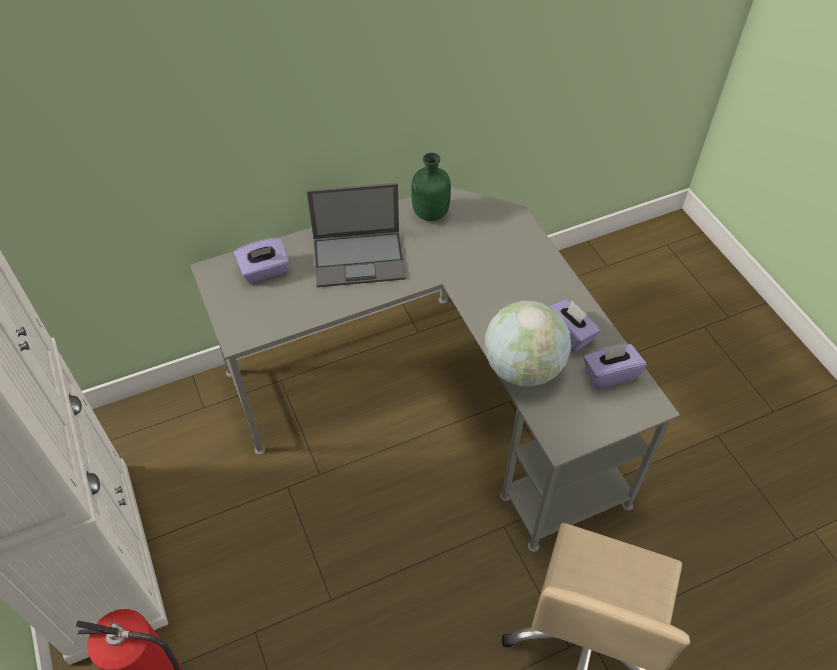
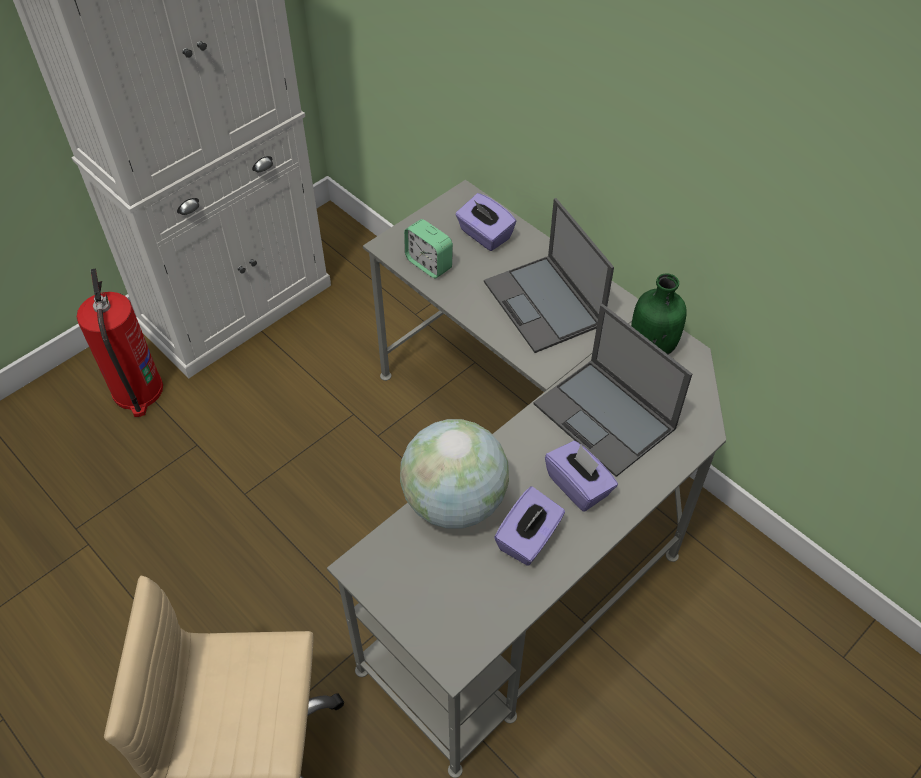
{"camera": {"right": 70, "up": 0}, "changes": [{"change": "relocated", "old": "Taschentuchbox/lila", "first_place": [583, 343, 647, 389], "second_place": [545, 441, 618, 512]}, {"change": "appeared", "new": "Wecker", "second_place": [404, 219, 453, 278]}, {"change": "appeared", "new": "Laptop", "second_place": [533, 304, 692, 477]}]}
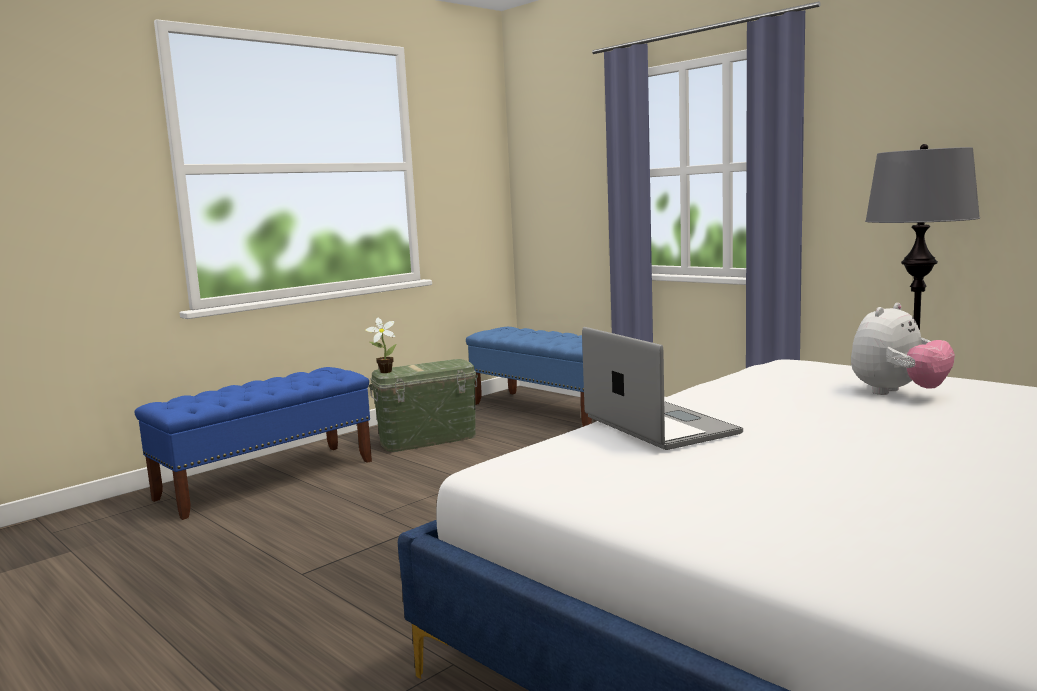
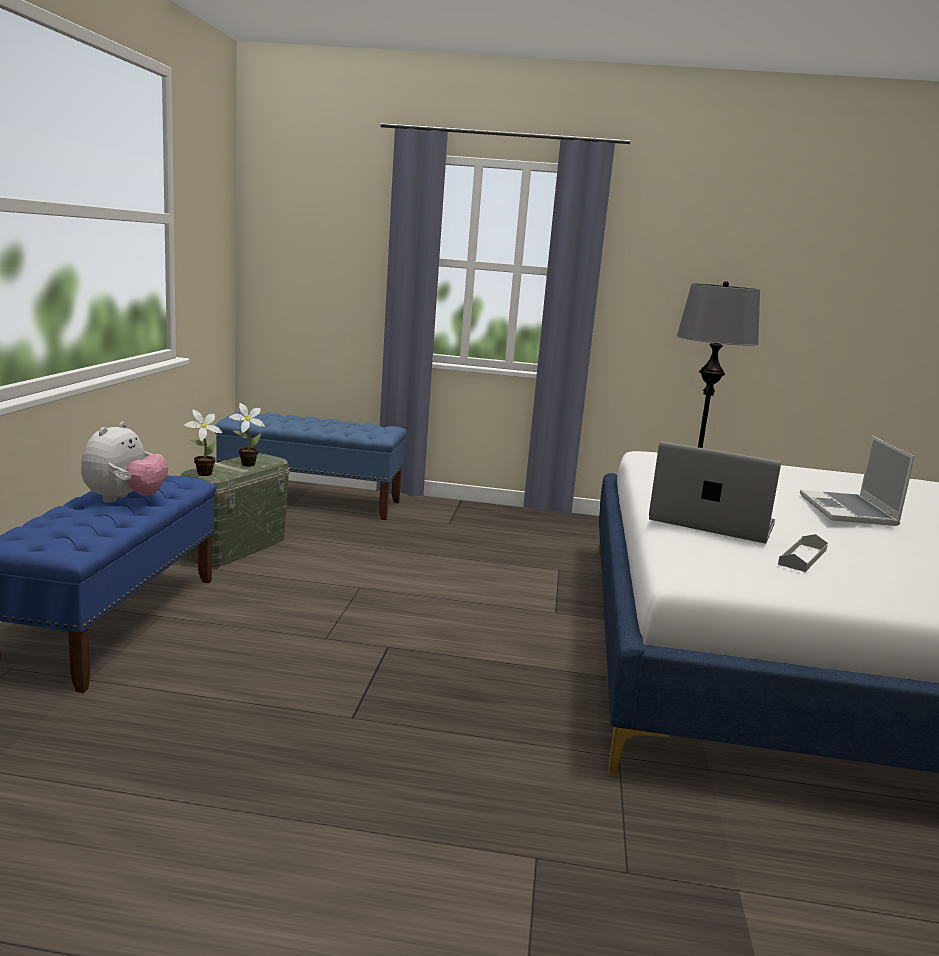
{"camera": {"right": -40, "up": 5}, "changes": [{"change": "relocated", "old": "Plüschtier", "first_place": [851, 303, 955, 395], "second_place": [81, 422, 169, 502]}, {"change": "appeared", "new": "Topfpflanze", "second_place": [229, 403, 265, 467]}, {"change": "appeared", "new": "Tablett/grau", "second_place": [778, 534, 828, 572]}, {"change": "appeared", "new": "Laptop", "second_place": [800, 436, 915, 526]}]}
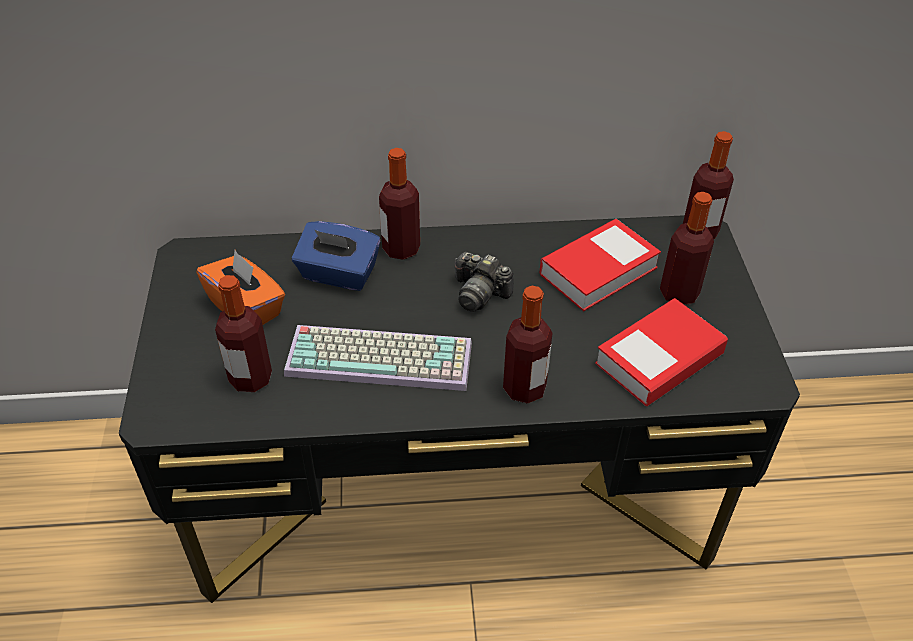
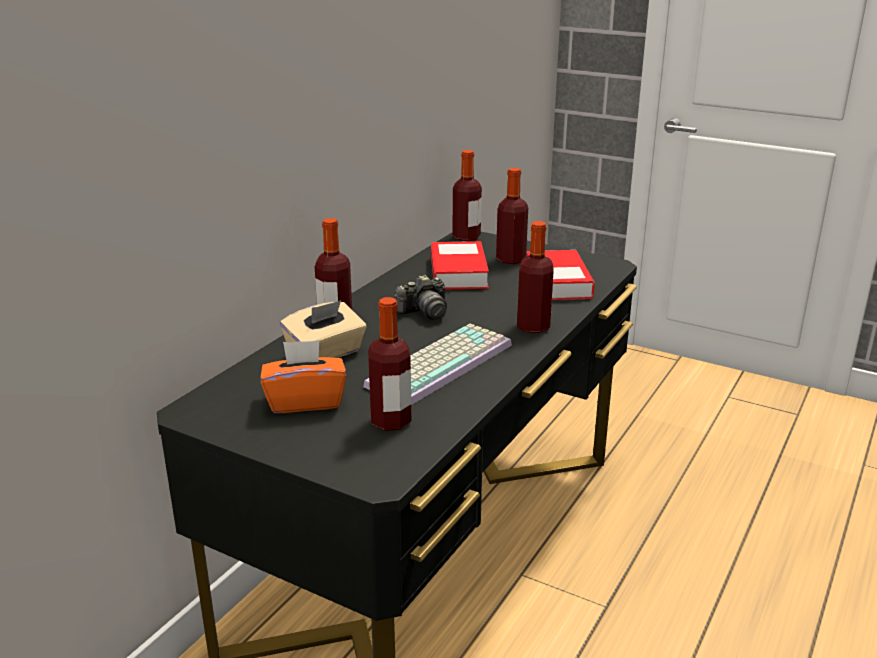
{"camera": {"right": -55, "up": -20}, "changes": [{"change": "colour", "old": "Taschentuchbox/blau", "new": "Taschentuchbox/beige", "first_place": [292, 221, 381, 291], "second_place": [280, 300, 366, 358]}]}
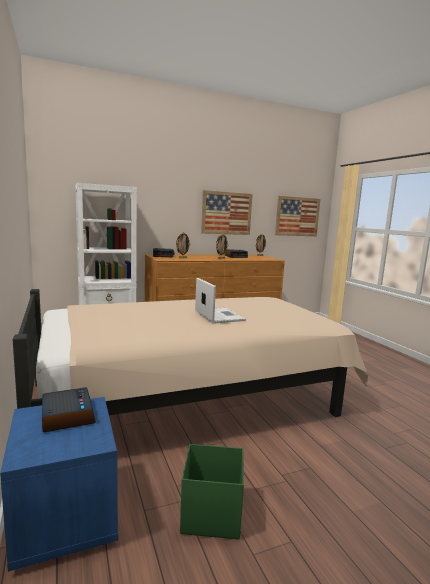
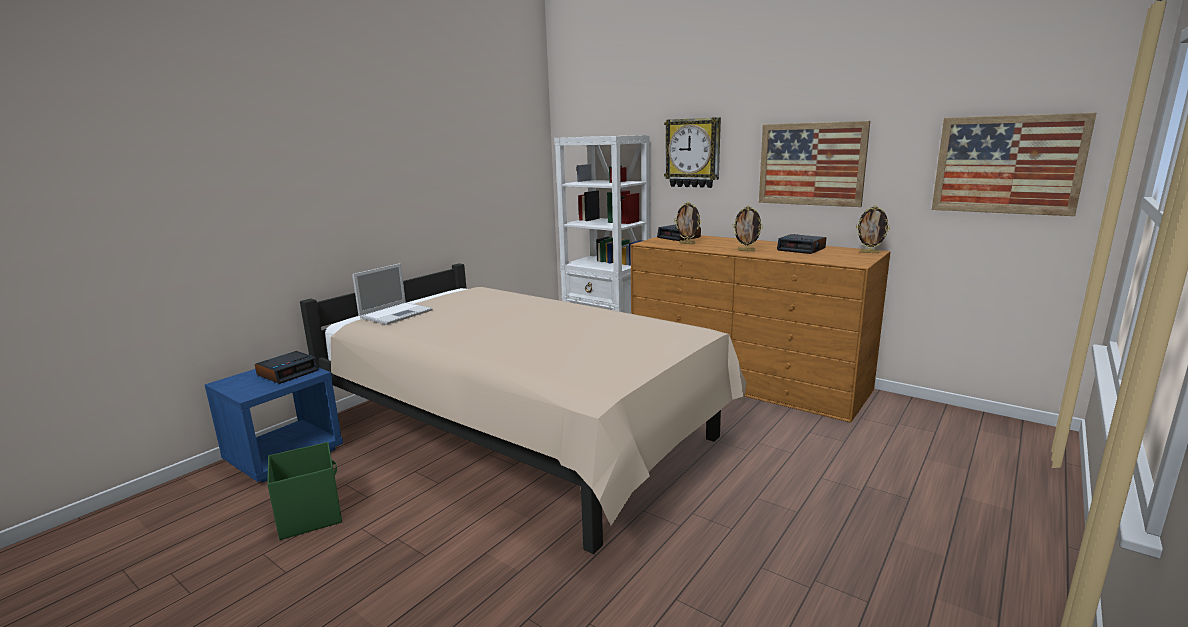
{"camera": {"right": 60, "up": 5}, "changes": [{"change": "relocated", "old": "Laptop", "first_place": [195, 278, 246, 324], "second_place": [352, 263, 433, 325]}, {"change": "appeared", "new": "Wanduhr", "second_place": [664, 117, 721, 188]}]}
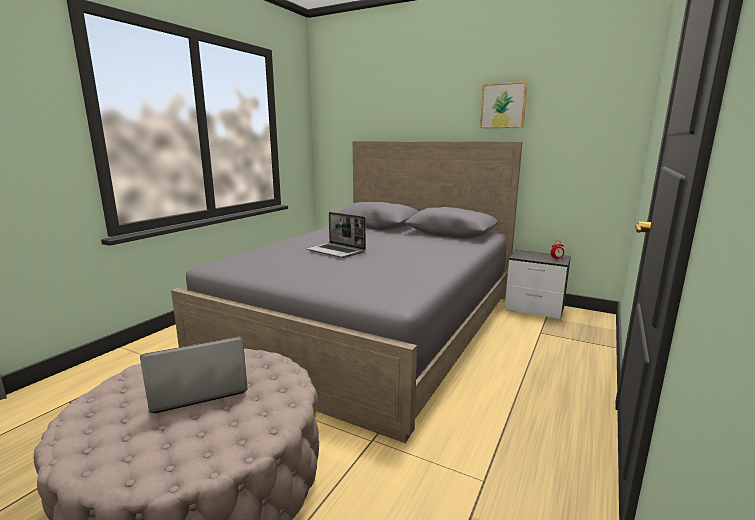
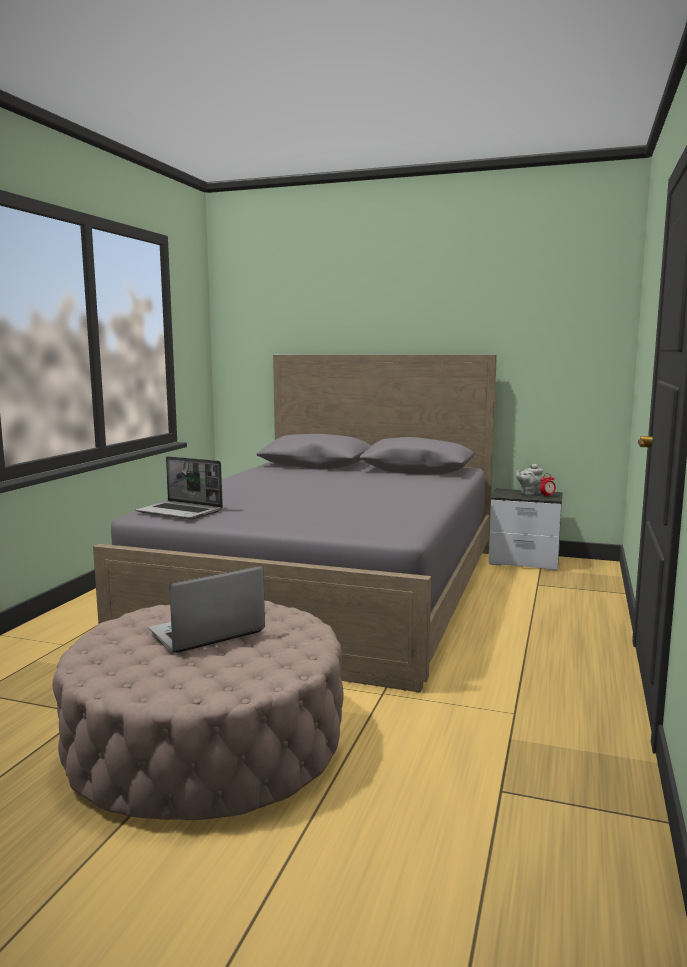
{"camera": {"right": -10, "up": -5}, "changes": [{"change": "relocated", "old": "Laptop", "first_place": [306, 212, 366, 258], "second_place": [135, 456, 223, 520]}, {"change": "missing", "old": "Bild", "first_place": [480, 82, 528, 128]}, {"change": "appeared", "new": "Teekanne/grau", "second_place": [516, 464, 543, 495]}]}
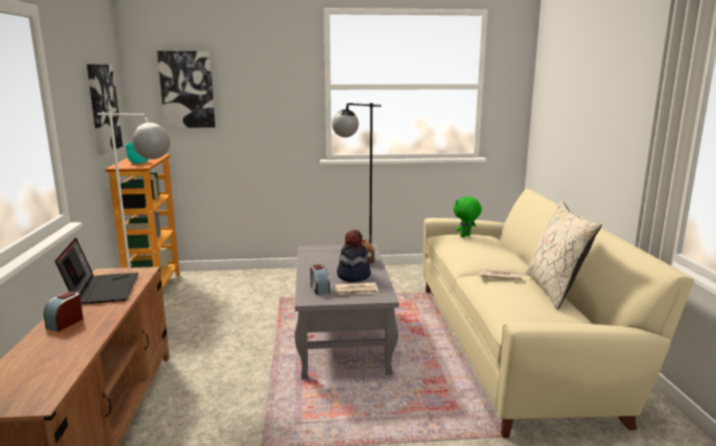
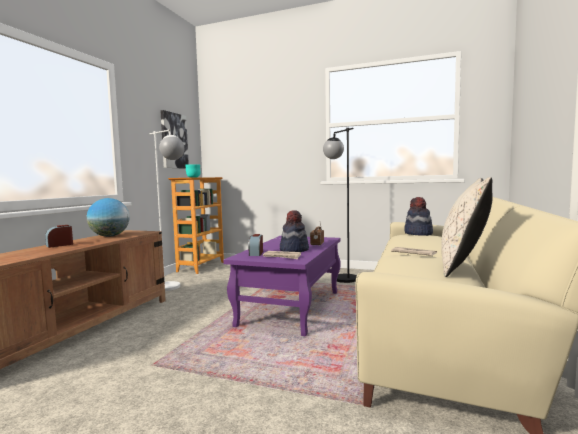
{"camera": {"right": 25, "up": -10}, "changes": [{"change": "exchanged", "old": "Laptop", "new": "Globus", "first_place": [55, 238, 138, 304], "second_place": [87, 198, 130, 237]}, {"change": "missing", "old": "Bild", "first_place": [157, 51, 215, 128]}, {"change": "colour", "old": "Couchtisch/grau", "new": "Couchtisch/lila", "first_place": [295, 244, 399, 379], "second_place": [223, 236, 341, 336]}, {"change": "exchanged", "old": "Plüschtier/grün", "new": "Hut", "first_place": [453, 196, 482, 238], "second_place": [404, 197, 433, 236]}]}
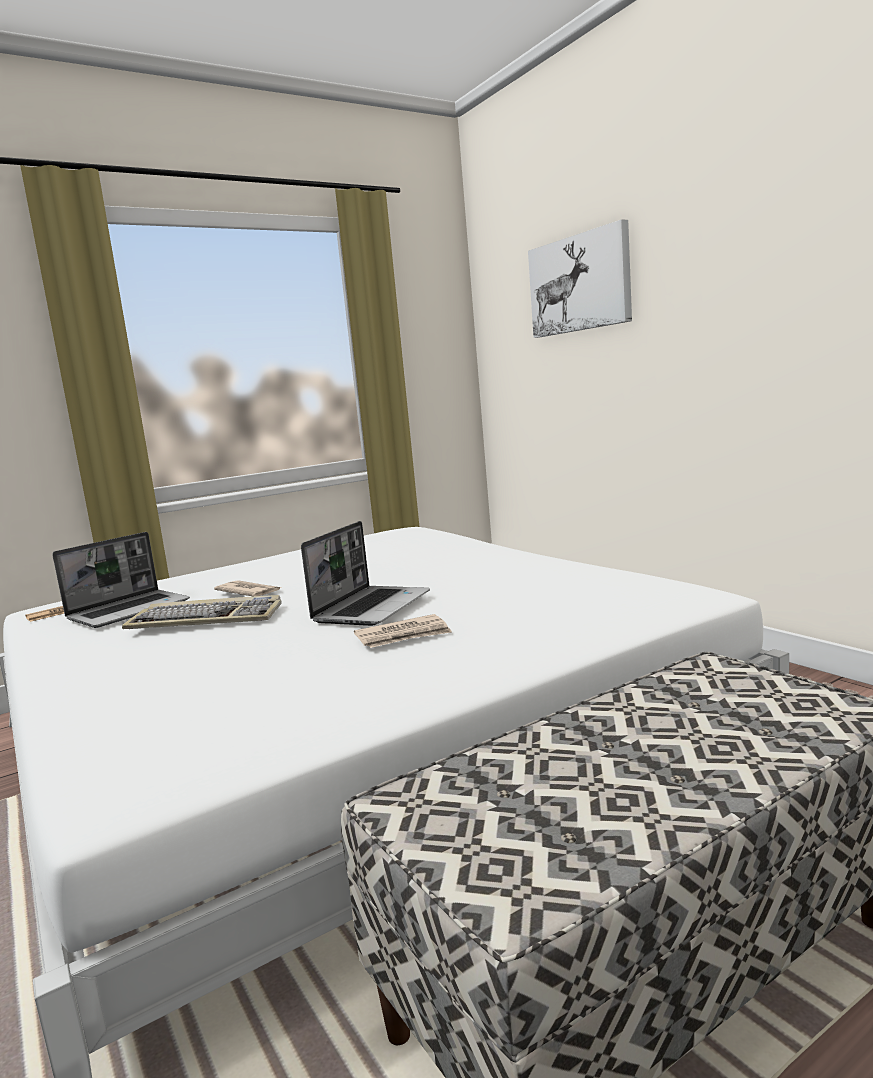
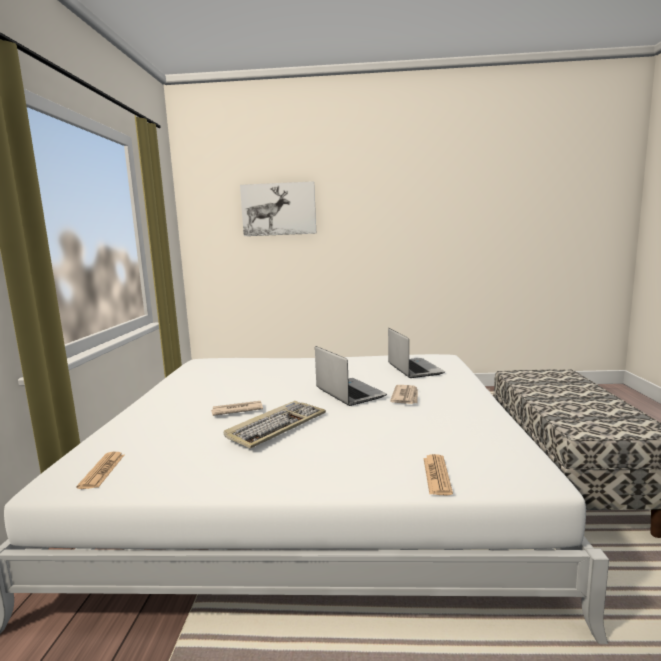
{"camera": {"right": -55, "up": 0}, "changes": [{"change": "relocated", "old": "Laptop", "first_place": [52, 532, 190, 628], "second_place": [388, 328, 445, 378]}, {"change": "appeared", "new": "Zeitung", "second_place": [423, 454, 453, 496]}]}
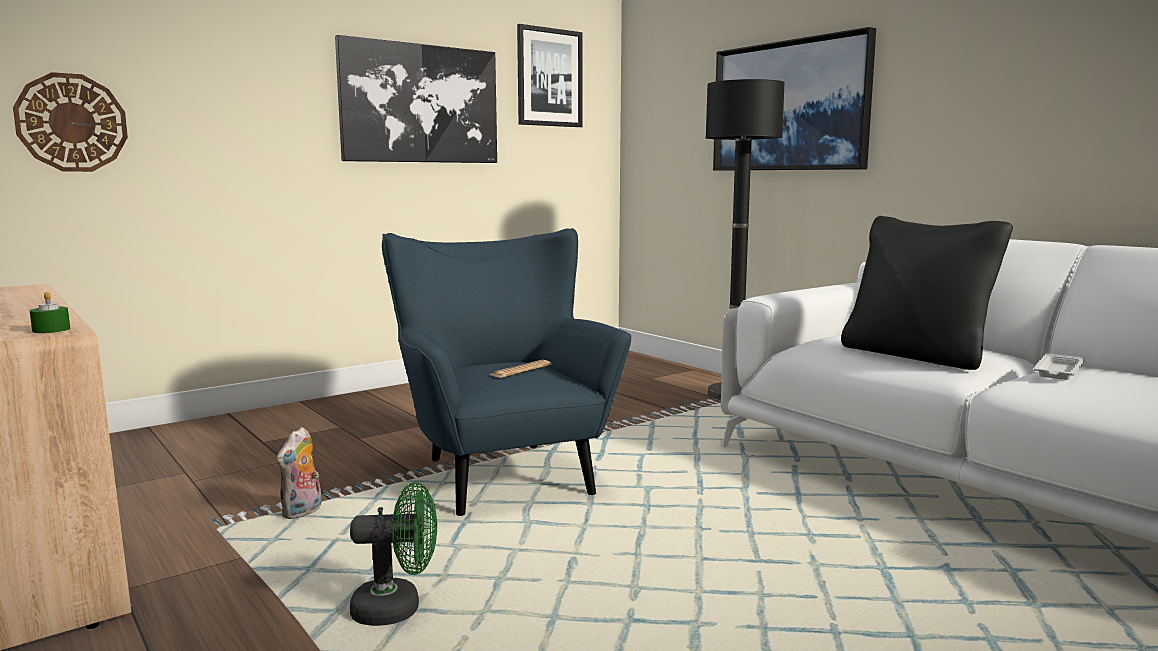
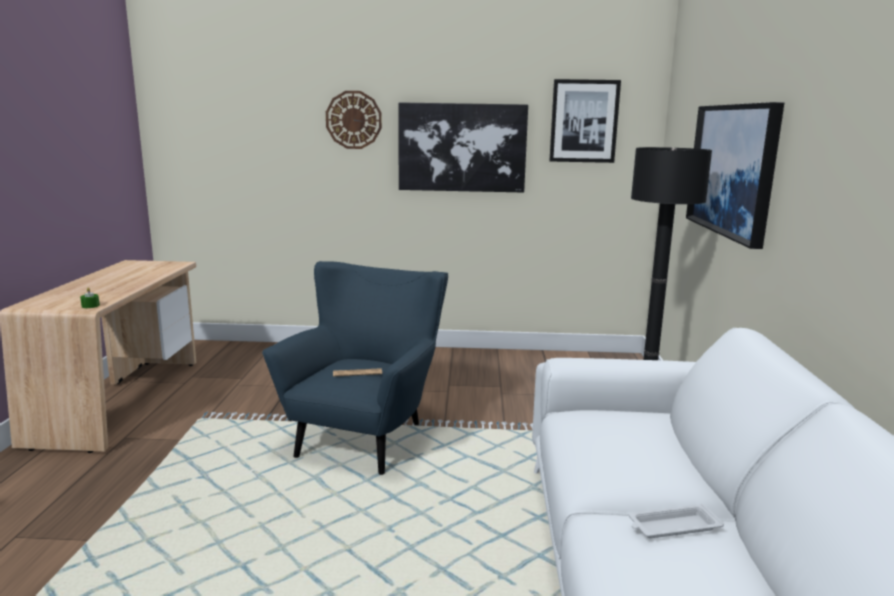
{"camera": {"right": 40, "up": 5}, "changes": [{"change": "relocated", "old": "Wanduhr", "first_place": [13, 72, 128, 172], "second_place": [326, 91, 382, 149]}, {"change": "missing", "old": "Plüschtier", "first_place": [277, 427, 322, 519]}, {"change": "missing", "old": "Ventilator/grün", "first_place": [350, 482, 437, 626]}, {"change": "missing", "old": "Kissen/schwarz", "first_place": [841, 216, 1013, 370]}]}
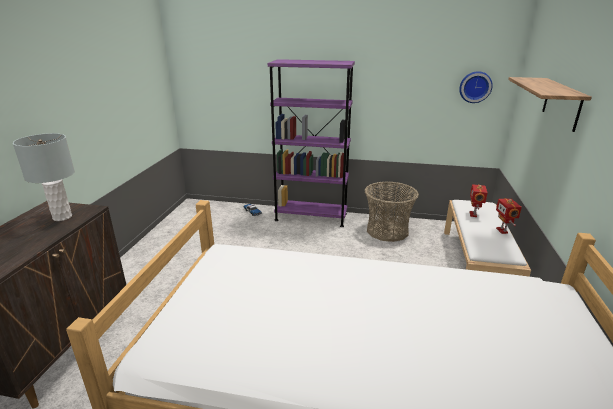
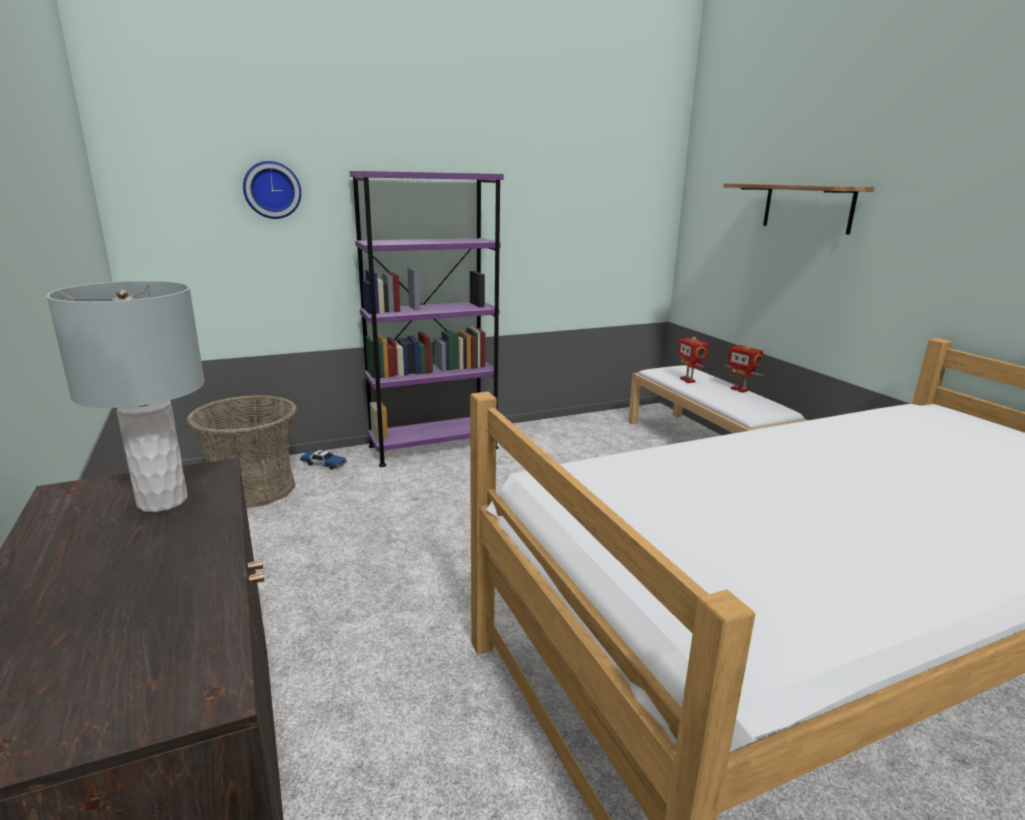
{"camera": {"right": -35, "up": -5}, "changes": [{"change": "relocated", "old": "Korb", "first_place": [364, 182, 419, 242], "second_place": [187, 395, 297, 508]}, {"change": "relocated", "old": "Wanduhr", "first_place": [459, 71, 493, 103], "second_place": [243, 161, 301, 219]}]}
